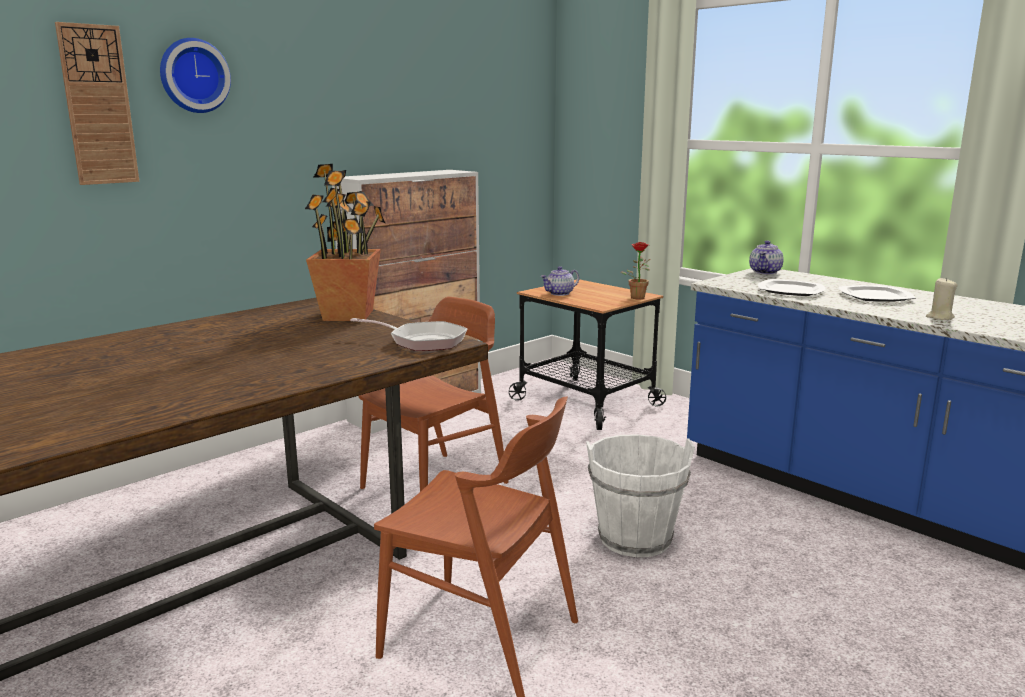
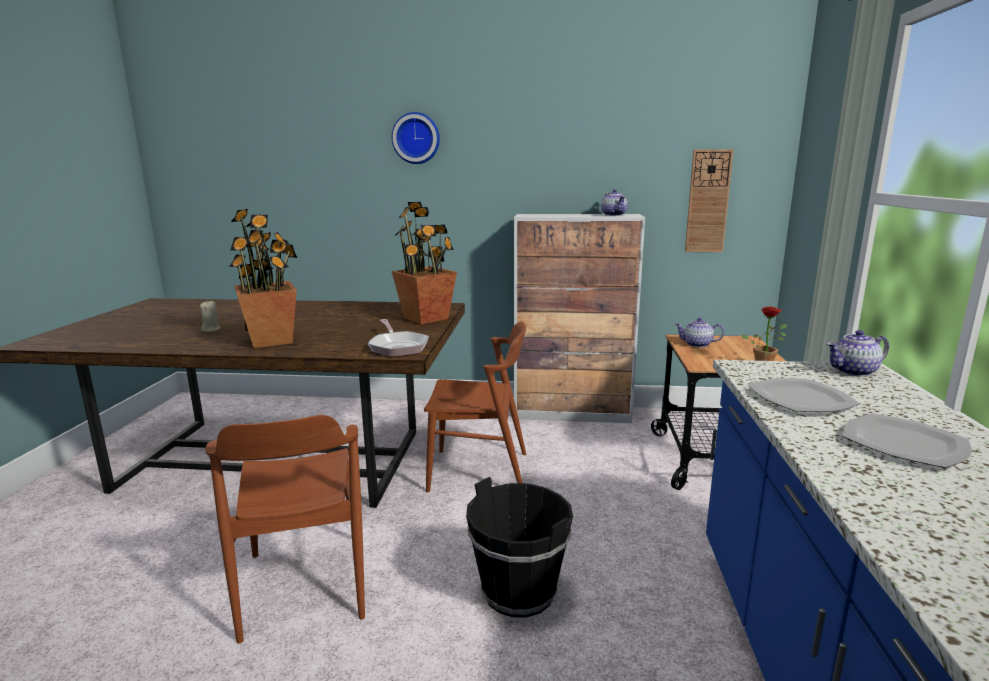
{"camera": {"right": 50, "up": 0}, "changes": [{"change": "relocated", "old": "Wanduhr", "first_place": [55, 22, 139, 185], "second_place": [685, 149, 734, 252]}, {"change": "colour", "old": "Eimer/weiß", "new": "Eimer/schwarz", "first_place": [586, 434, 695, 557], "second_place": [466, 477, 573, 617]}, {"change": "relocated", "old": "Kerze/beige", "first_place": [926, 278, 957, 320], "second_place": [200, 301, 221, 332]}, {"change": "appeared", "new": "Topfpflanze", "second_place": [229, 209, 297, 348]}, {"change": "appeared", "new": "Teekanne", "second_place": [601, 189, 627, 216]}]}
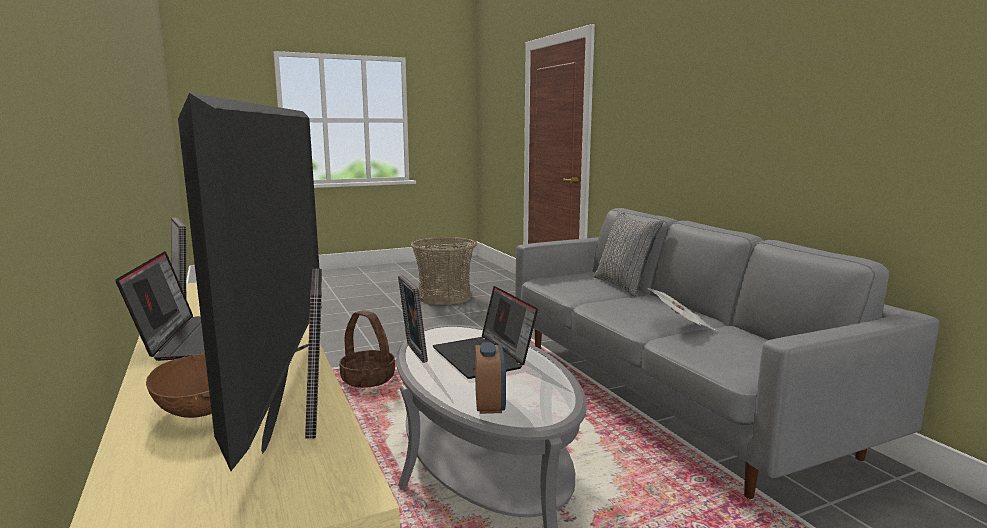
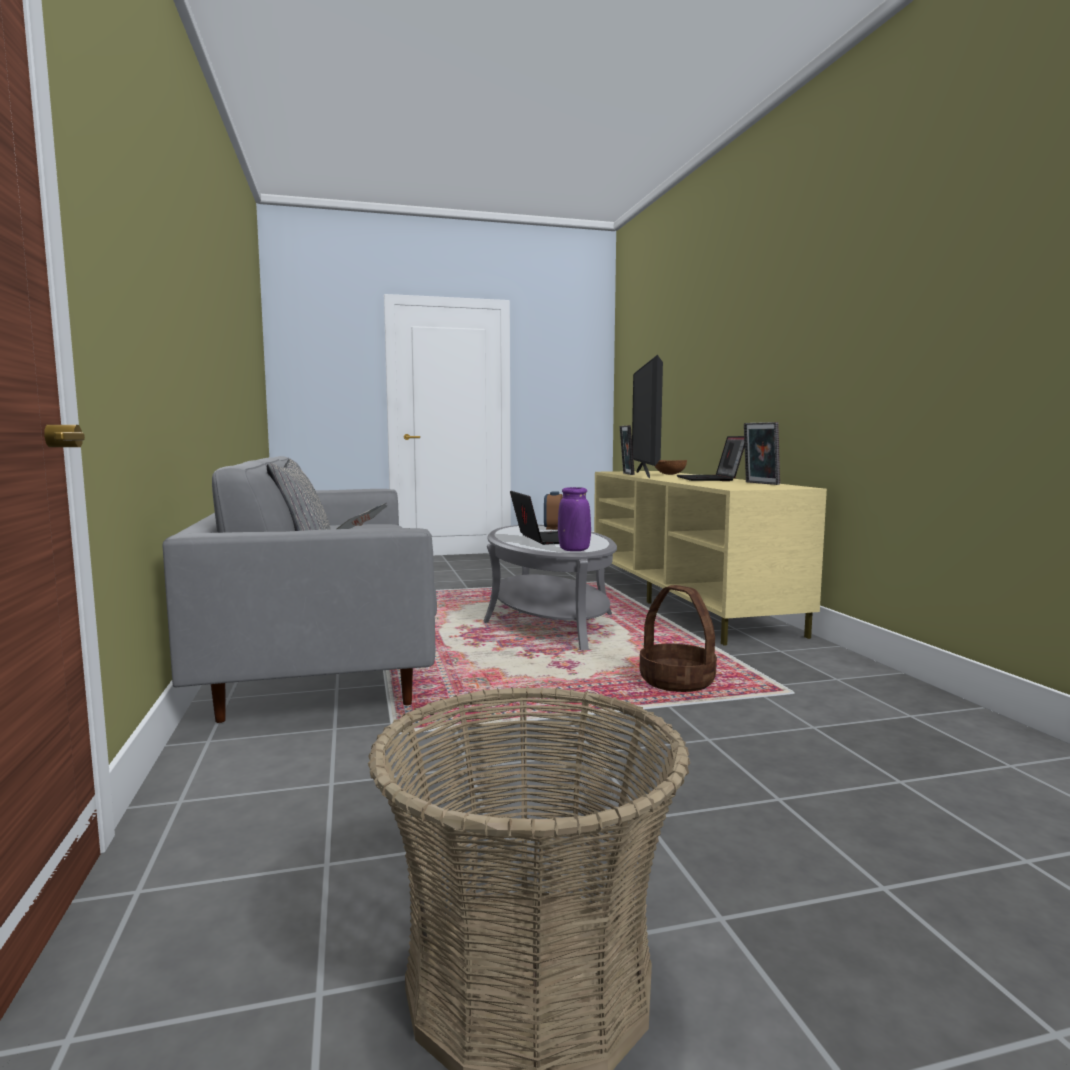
{"camera": {"right": -170, "up": -5}, "changes": [{"change": "missing", "old": "Bilderrahmen", "first_place": [398, 275, 428, 363]}, {"change": "appeared", "new": "Vase/lila", "second_place": [558, 487, 591, 551]}]}
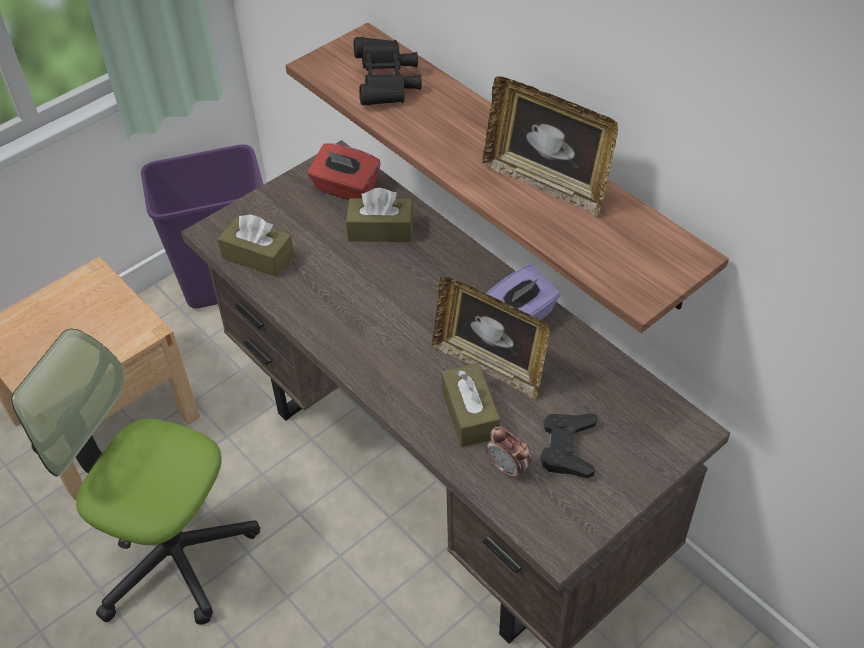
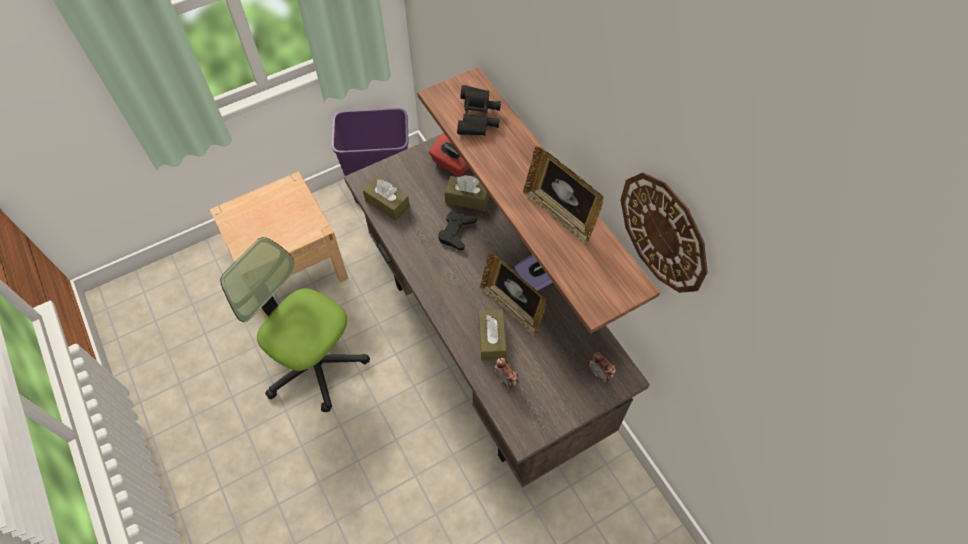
{"camera": {"right": 10, "up": 10}, "changes": [{"change": "relocated", "old": "Gamepad/schwarz", "first_place": [540, 413, 598, 478], "second_place": [438, 212, 477, 250]}, {"change": "appeared", "new": "Wecker", "second_place": [588, 352, 616, 383]}, {"change": "appeared", "new": "Wanduhr", "second_place": [621, 172, 708, 293]}]}
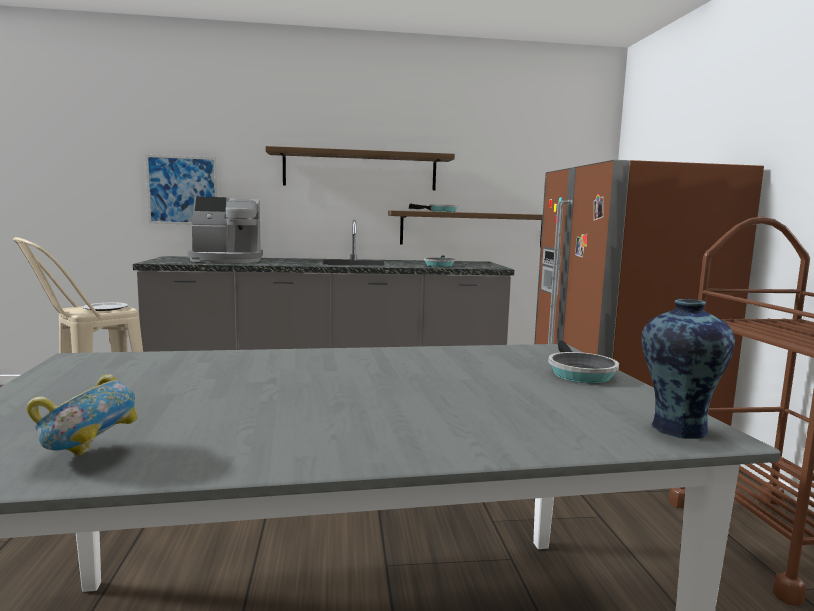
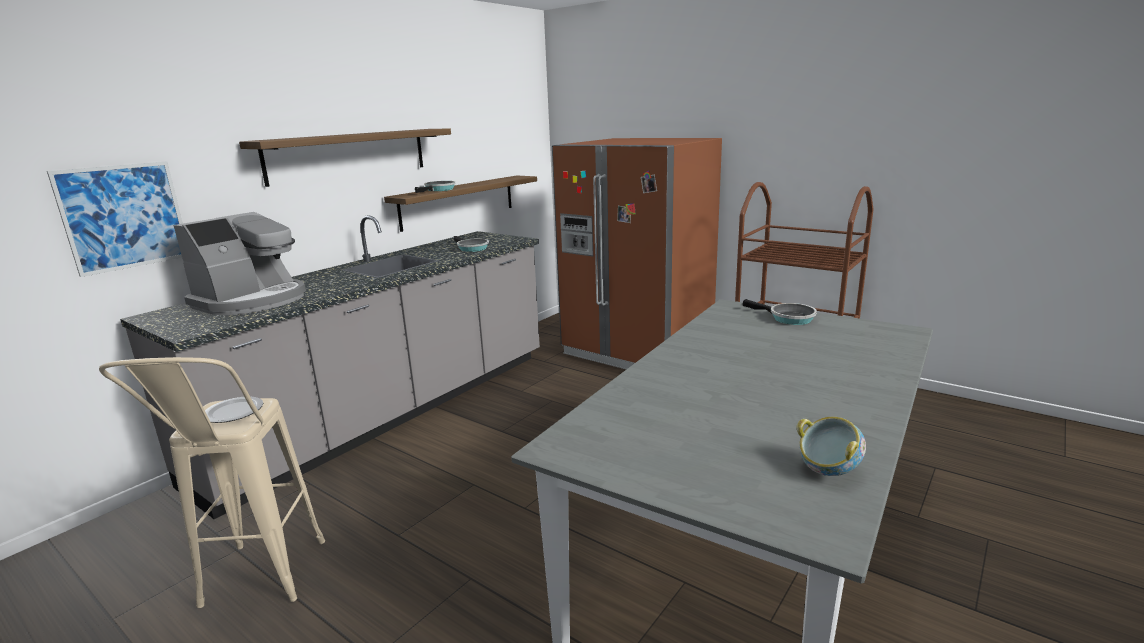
{"camera": {"right": -45, "up": 10}, "changes": [{"change": "missing", "old": "Vase", "first_place": [641, 299, 735, 439]}]}
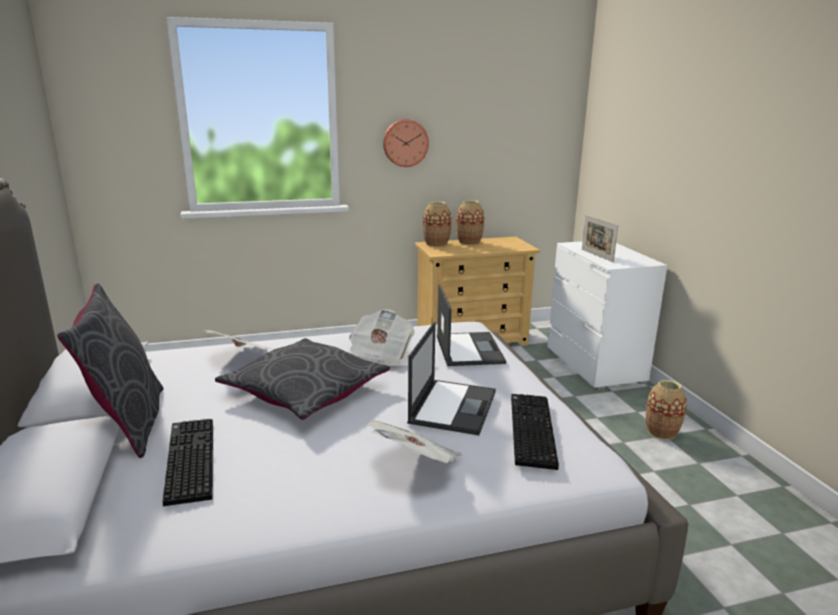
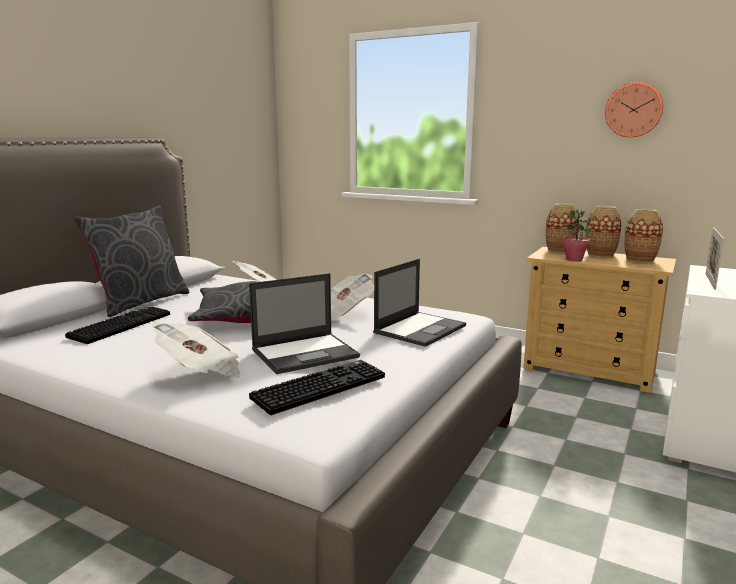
{"camera": {"right": 45, "up": -5}, "changes": [{"change": "relocated", "old": "Wanduhr", "first_place": [383, 119, 429, 167], "second_place": [605, 82, 663, 137]}, {"change": "relocated", "old": "Vase", "first_place": [646, 380, 687, 440], "second_place": [624, 209, 663, 263]}, {"change": "appeared", "new": "Topfpflanze", "second_place": [562, 209, 590, 261]}]}
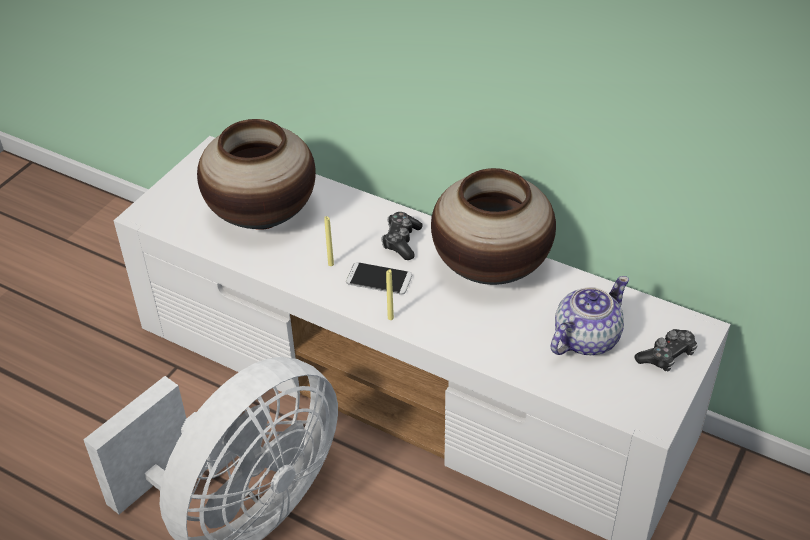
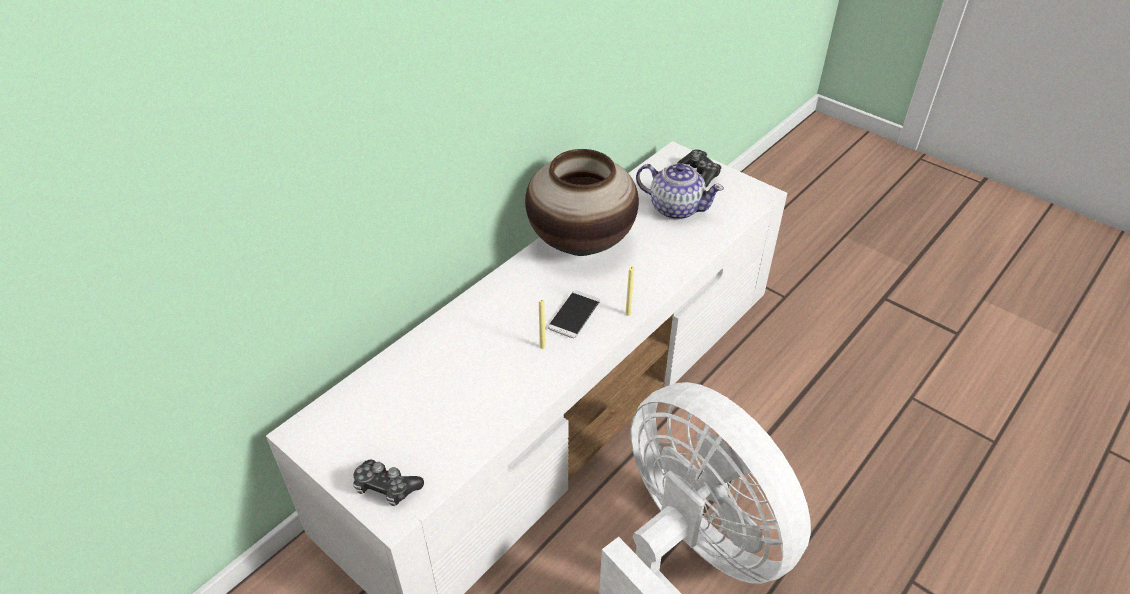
{"camera": {"right": -80, "up": 0}, "changes": [{"change": "missing", "old": "Vase", "first_place": [197, 119, 316, 230]}, {"change": "relocated", "old": "Gamepad", "first_place": [381, 212, 423, 260], "second_place": [353, 460, 424, 506]}, {"change": "spun", "old": "Teekanne", "first_place": [550, 276, 629, 355], "second_place": [636, 163, 724, 220], "degrees": 150}]}
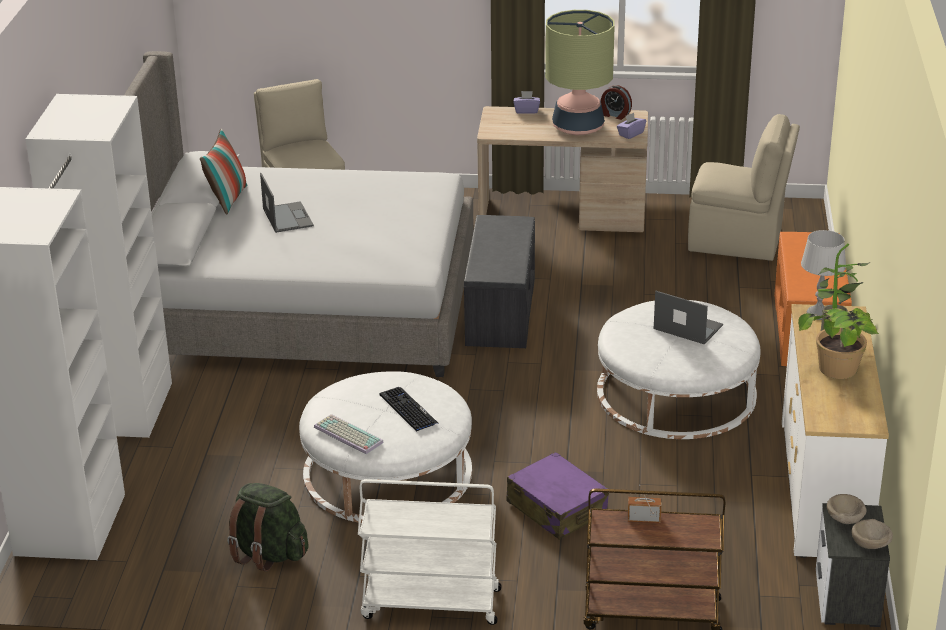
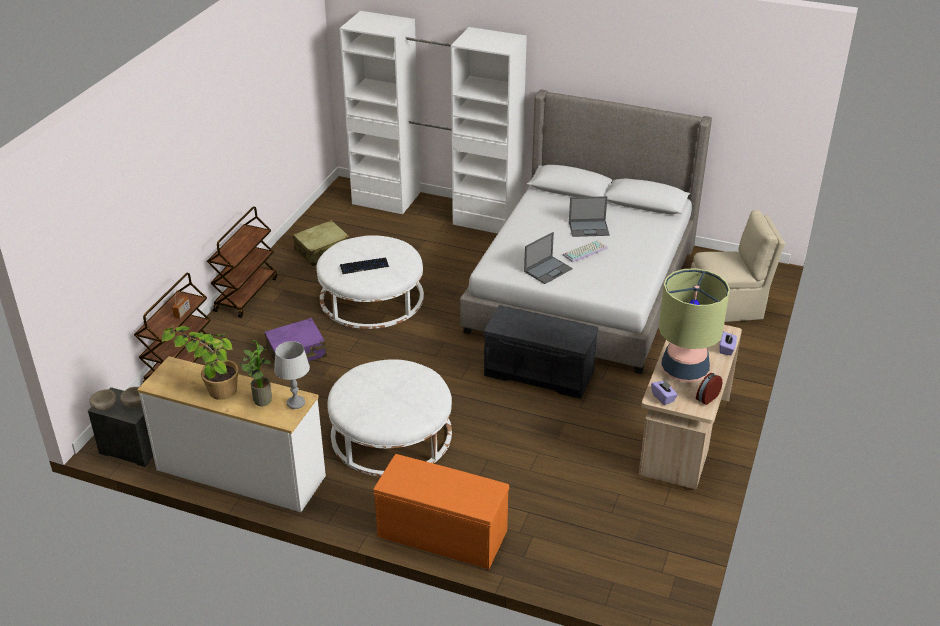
{"camera": {"right": 105, "up": 5}, "changes": [{"change": "missing", "old": "Kissen", "first_place": [200, 128, 247, 214]}, {"change": "exchanged", "old": "Rucksack/grün", "new": "Koffer/beige", "first_place": [227, 483, 309, 571], "second_place": [293, 220, 350, 266]}, {"change": "relocated", "old": "Tastatur", "first_place": [314, 414, 384, 454], "second_place": [563, 240, 608, 263]}, {"change": "colour", "old": "Rollwagen/weiß", "new": "Rollwagen/braun", "first_place": [358, 479, 502, 625], "second_place": [207, 206, 277, 318]}, {"change": "relocated", "old": "Laptop", "first_place": [653, 291, 723, 345], "second_place": [524, 232, 573, 284]}, {"change": "missing", "old": "Stuhl/beige", "first_place": [688, 114, 800, 261]}]}
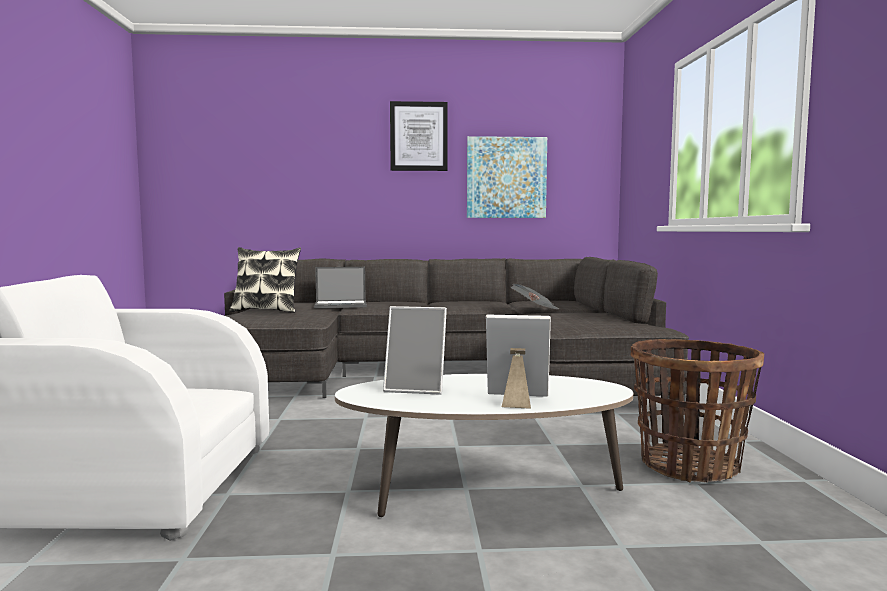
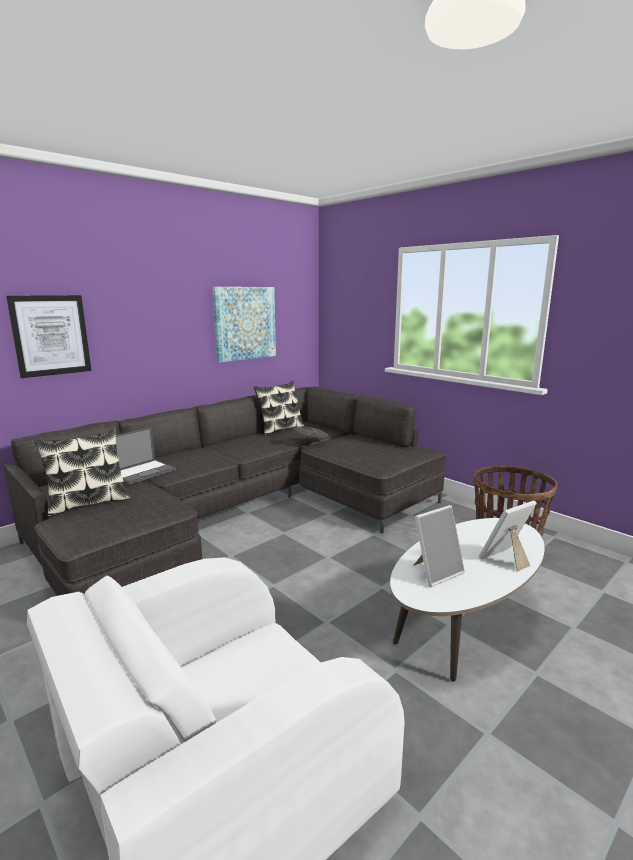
{"camera": {"right": -40, "up": 10}, "changes": [{"change": "relocated", "old": "Bild", "first_place": [390, 101, 448, 171], "second_place": [6, 295, 91, 378]}, {"change": "appeared", "new": "Kissen", "second_place": [254, 381, 304, 436]}]}
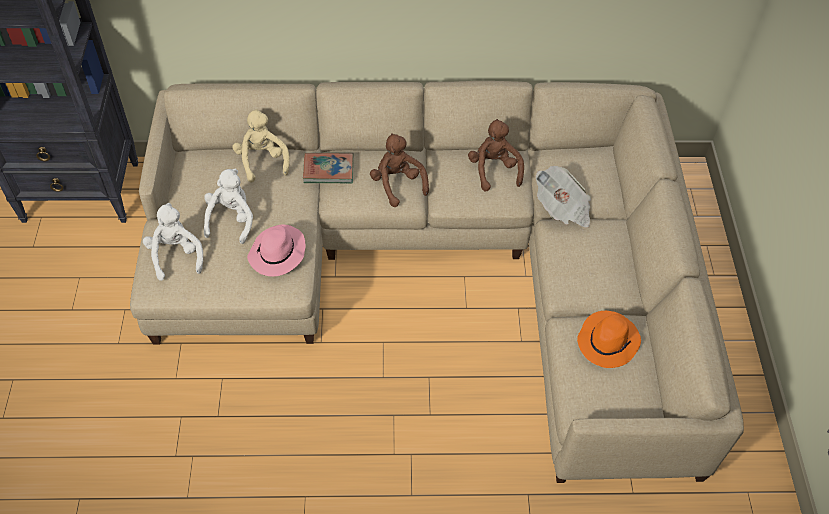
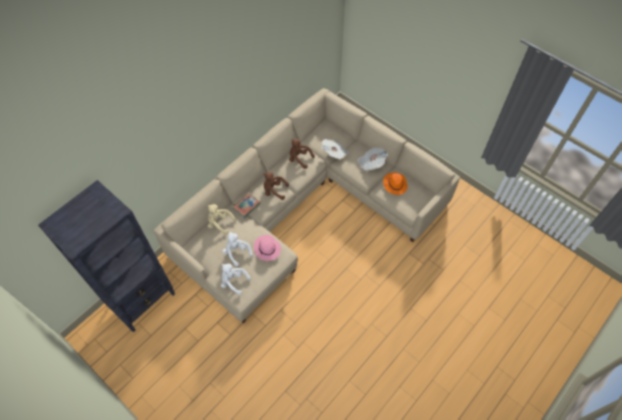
{"camera": {"right": -45, "up": 5}, "changes": [{"change": "appeared", "new": "Zeitung", "second_place": [357, 148, 388, 171]}]}
